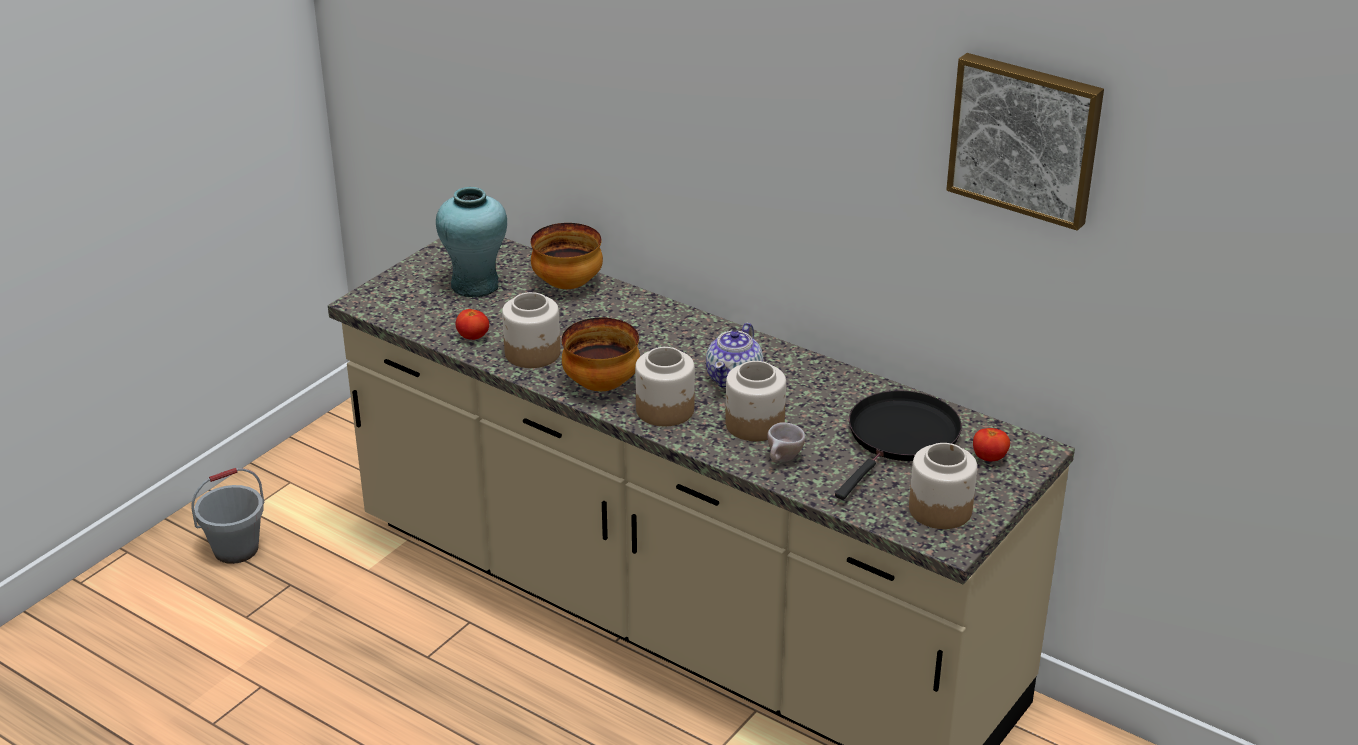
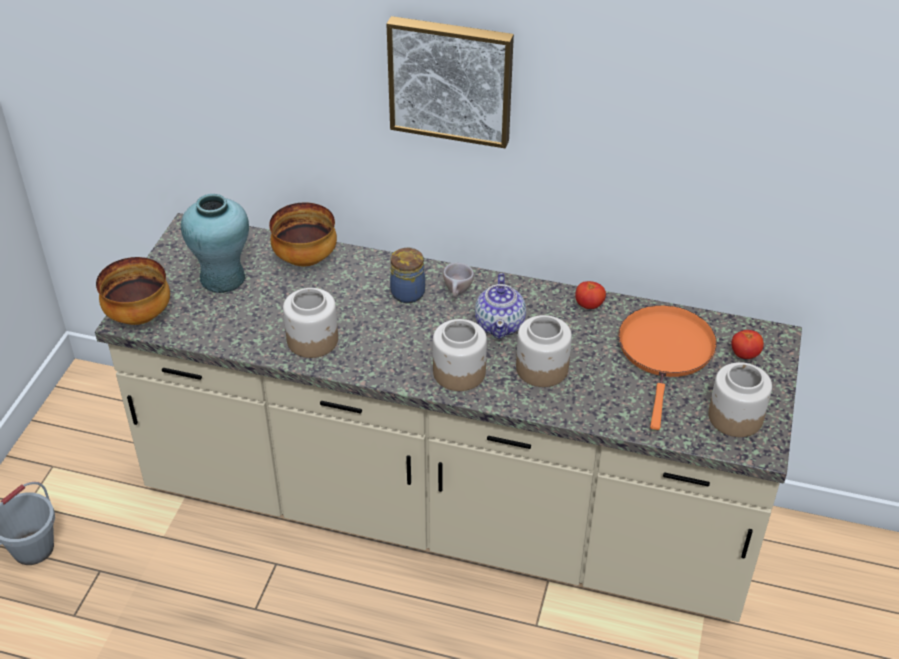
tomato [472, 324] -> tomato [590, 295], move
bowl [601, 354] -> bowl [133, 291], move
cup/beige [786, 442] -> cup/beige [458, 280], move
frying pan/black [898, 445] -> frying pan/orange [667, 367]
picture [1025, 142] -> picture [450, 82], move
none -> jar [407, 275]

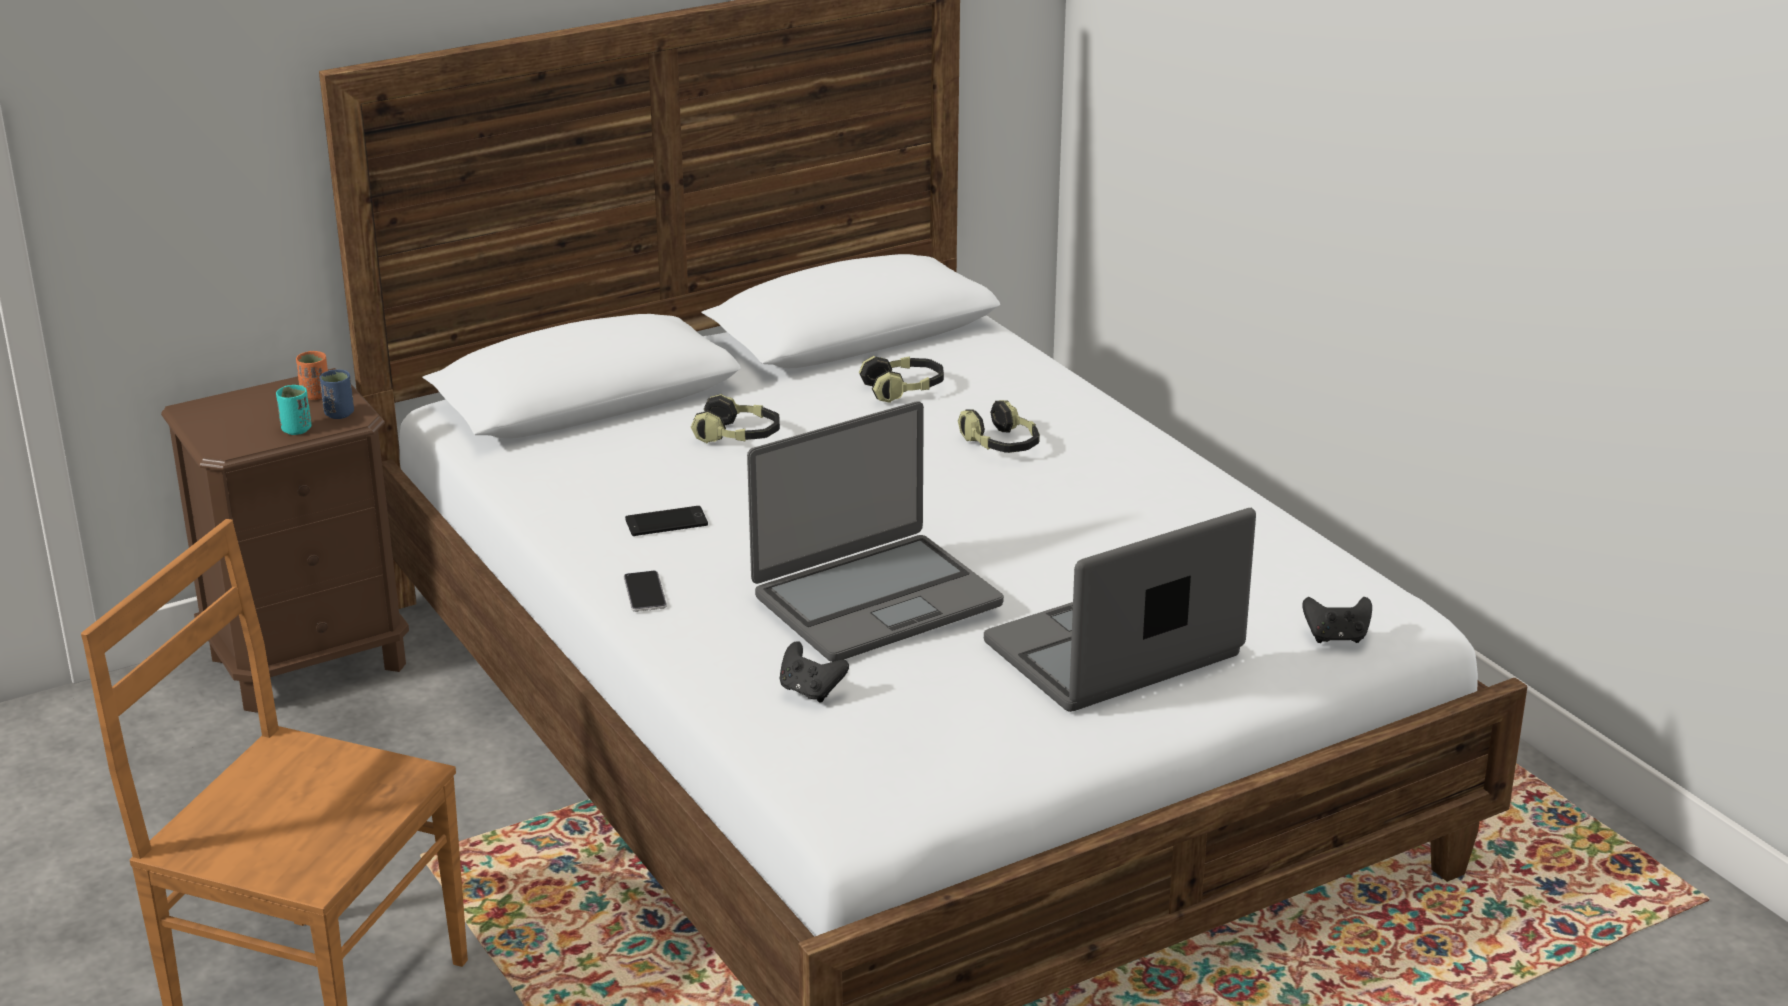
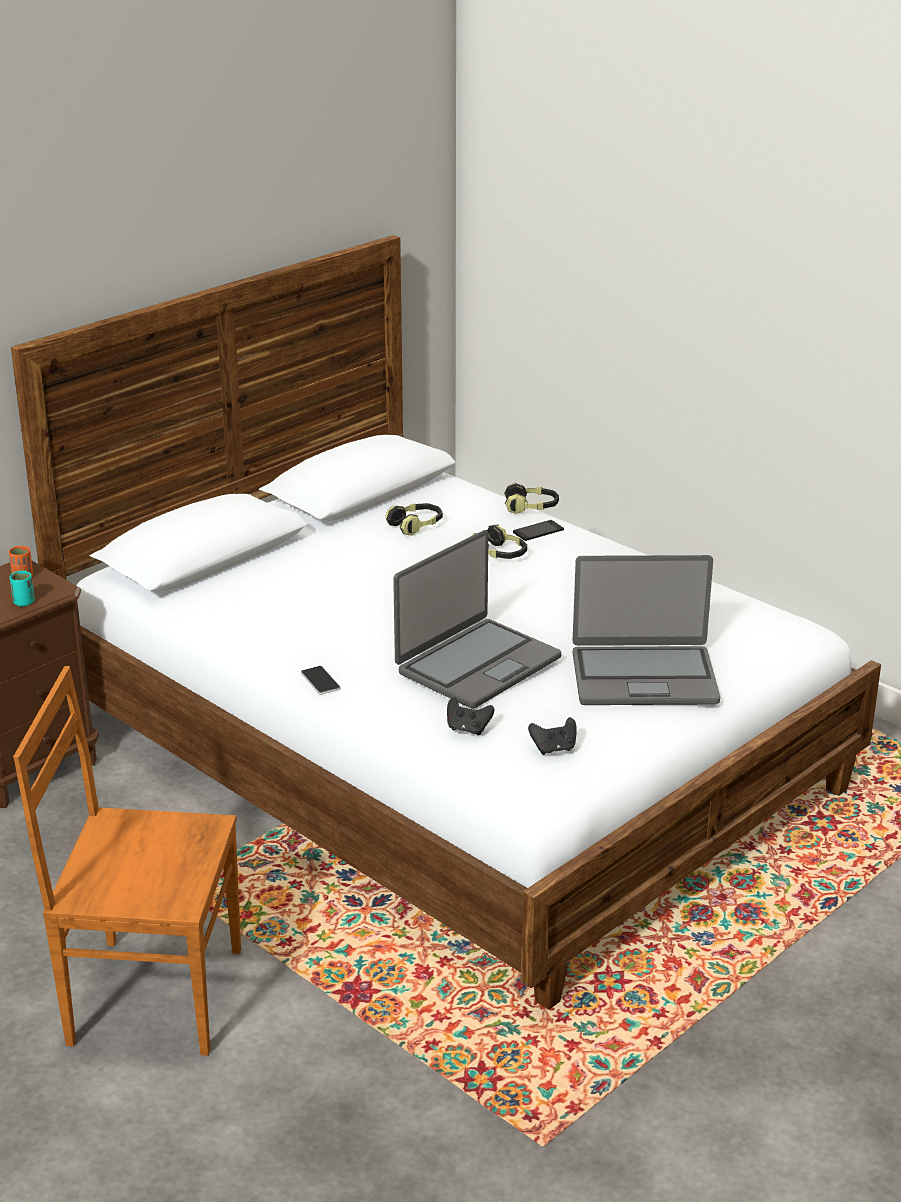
cup/blue [337, 394] -> none
phone [666, 521] -> phone [538, 530], move
headphones [735, 418] -> headphones [531, 498], move
laptop [1120, 610] -> laptop [646, 630], 135 degrees counterclockwise
game controller/black [1337, 620] -> game controller/black [552, 736], move

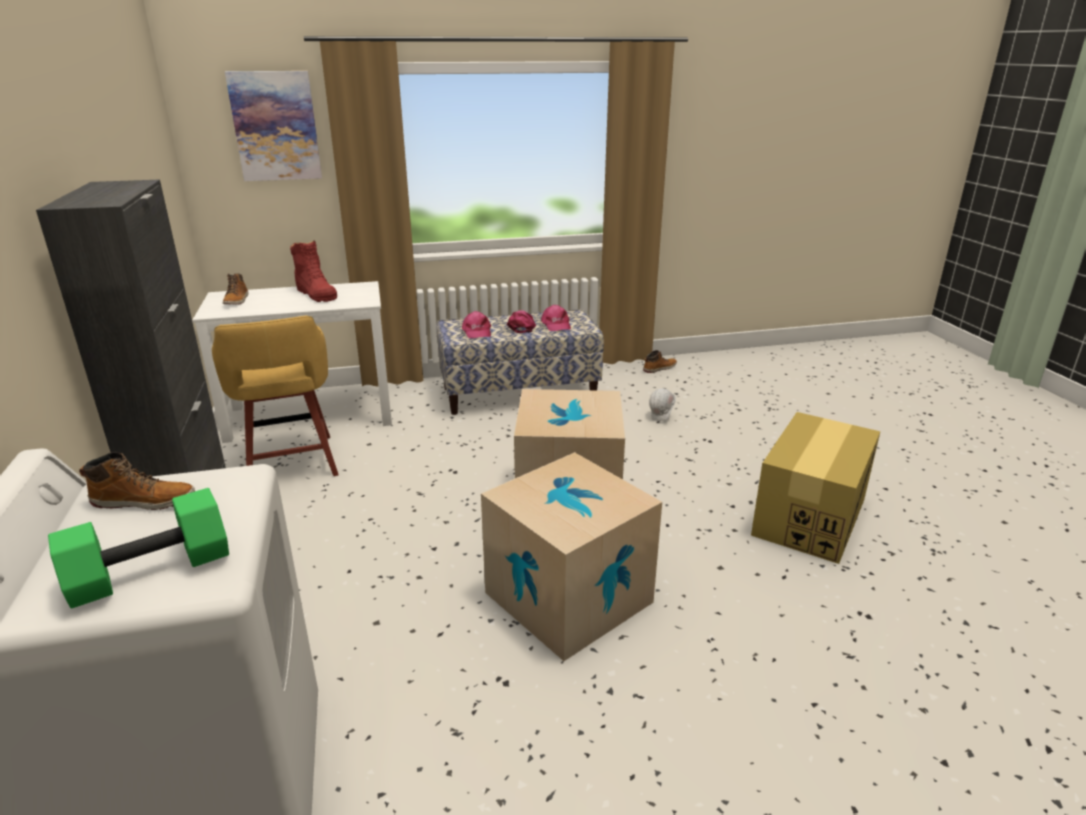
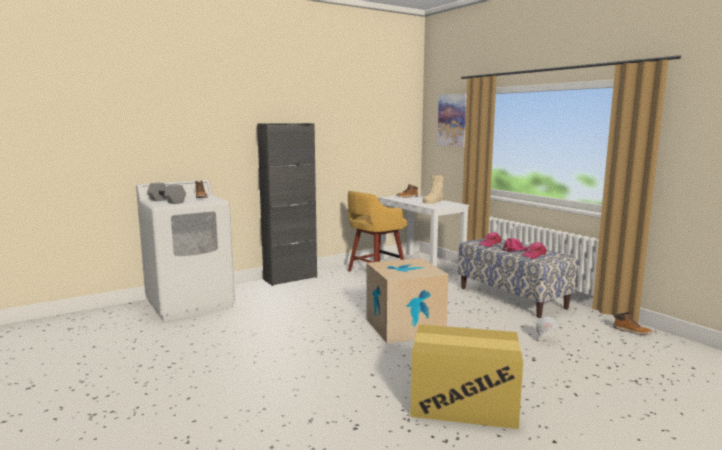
dumbbell/green [138, 548] -> dumbbell/grey [166, 193]
boot/red [313, 271] -> boot/beige [433, 189]
cardboard box [571, 556] -> none

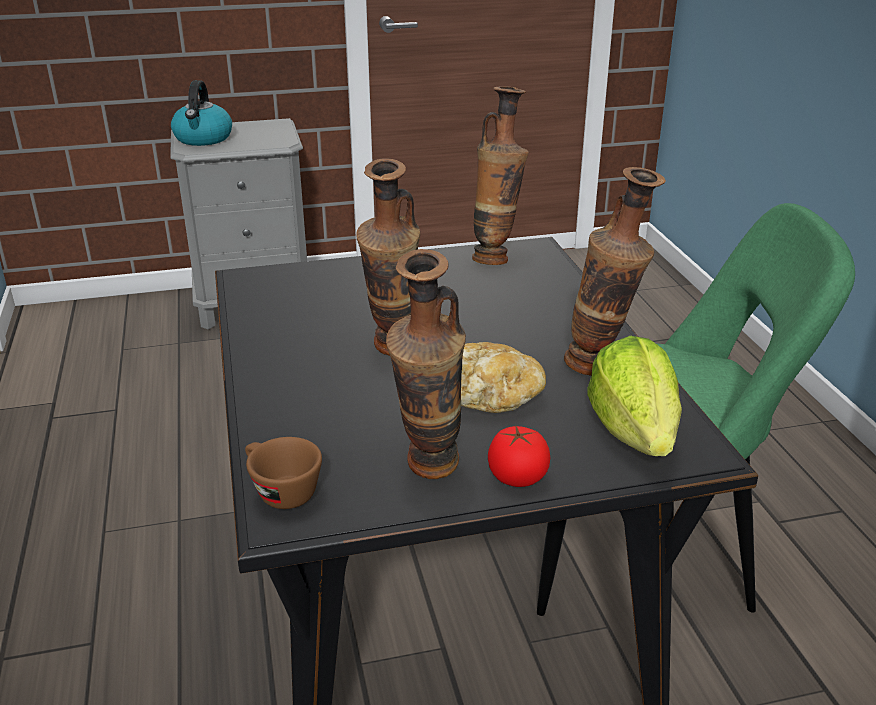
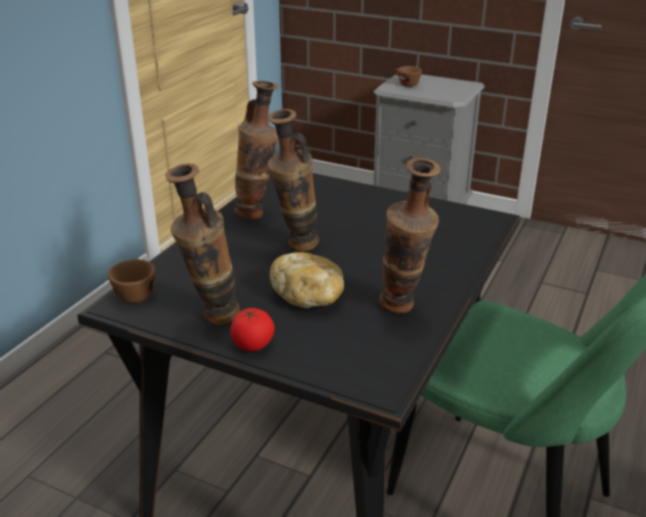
kettle [201, 113] -> cup/brown [408, 76]
vase [500, 175] -> vase [256, 150], move
lettuce [635, 396] -> none

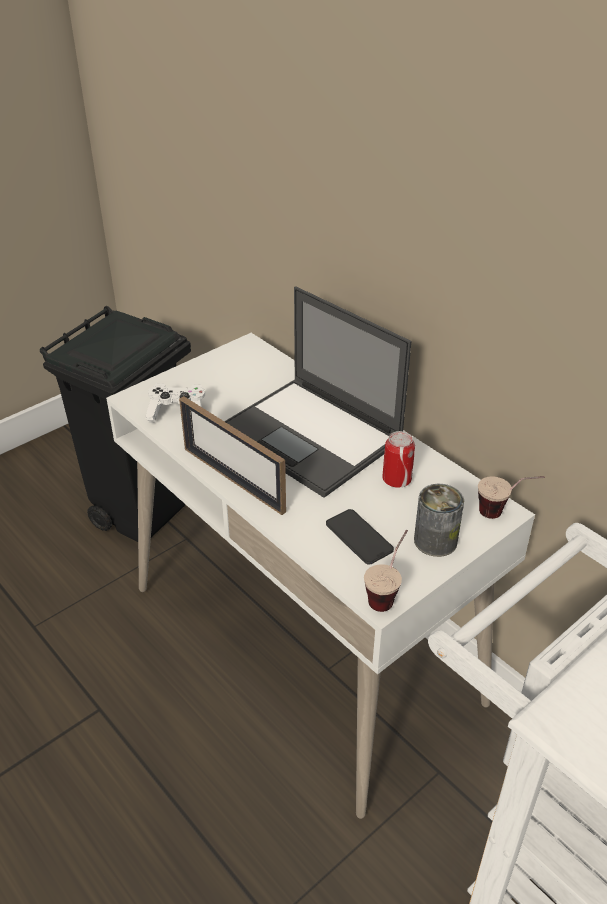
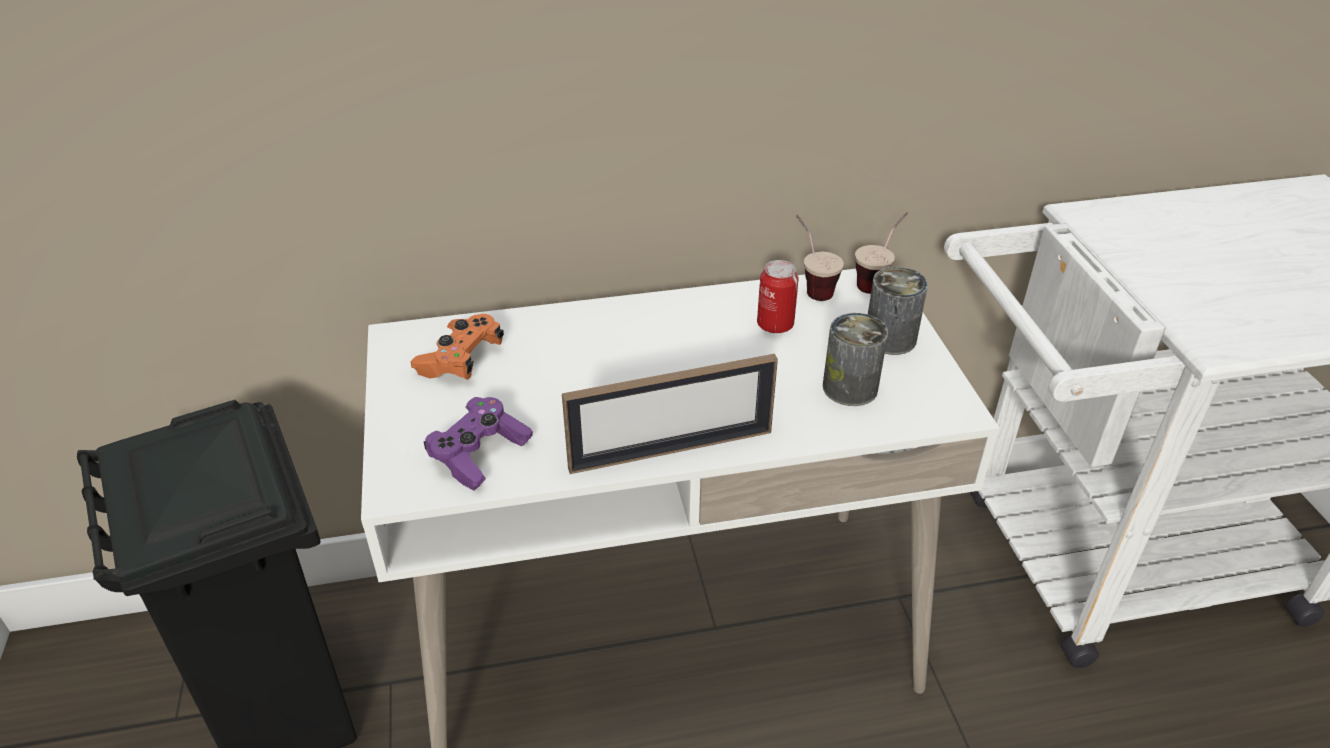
game controller/white [175, 403] -> game controller/purple [478, 443]
laptop [318, 392] -> none
phone [360, 537] -> can [855, 359]
cup [386, 570] -> cup [820, 258], move
none -> game controller/orange [457, 347]

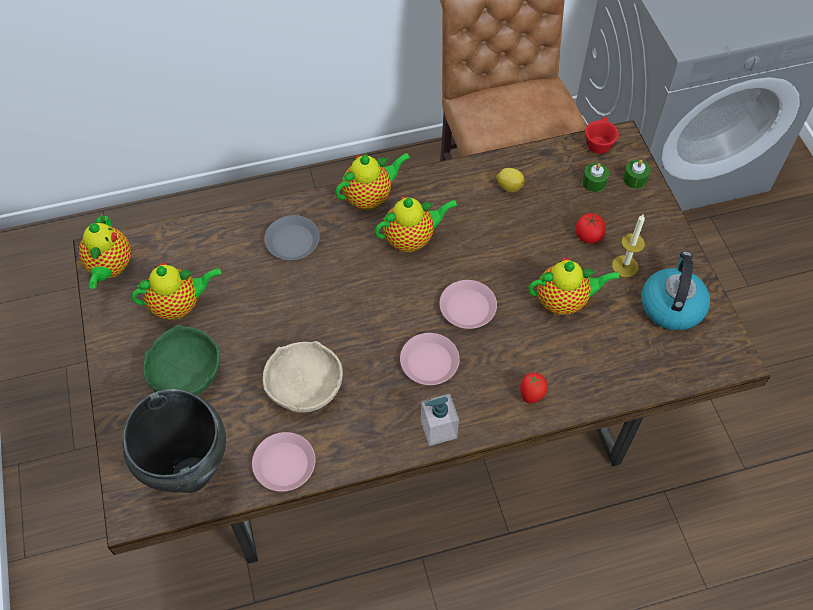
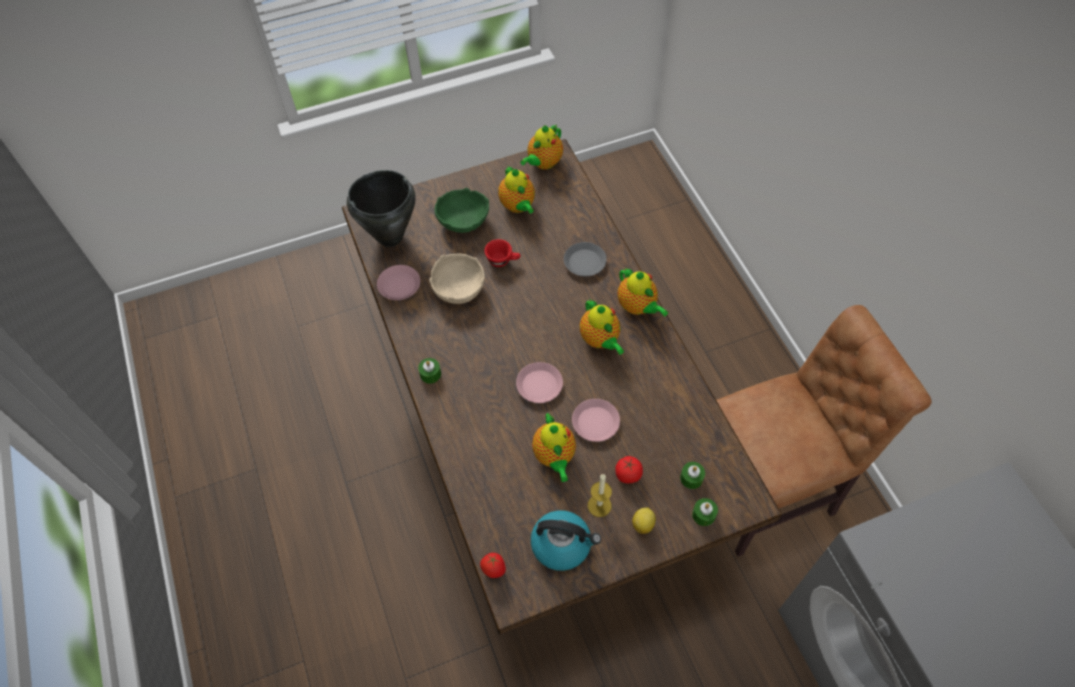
teapot [105, 251] -> teapot [541, 147], 45 degrees counterclockwise
plate/pink [430, 359] -> plate/pink [596, 420], move
soap dispenser [440, 420] -> candle/green [429, 371]
lemon [510, 180] -> lemon [644, 520], move
tomato [534, 388] -> tomato [493, 565], move
cup/red [602, 135] -> cup/red [502, 253], move

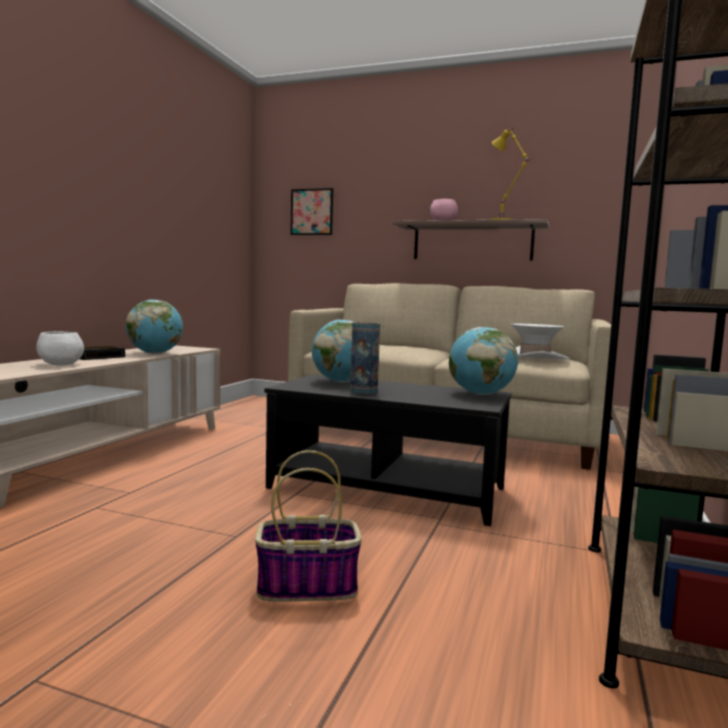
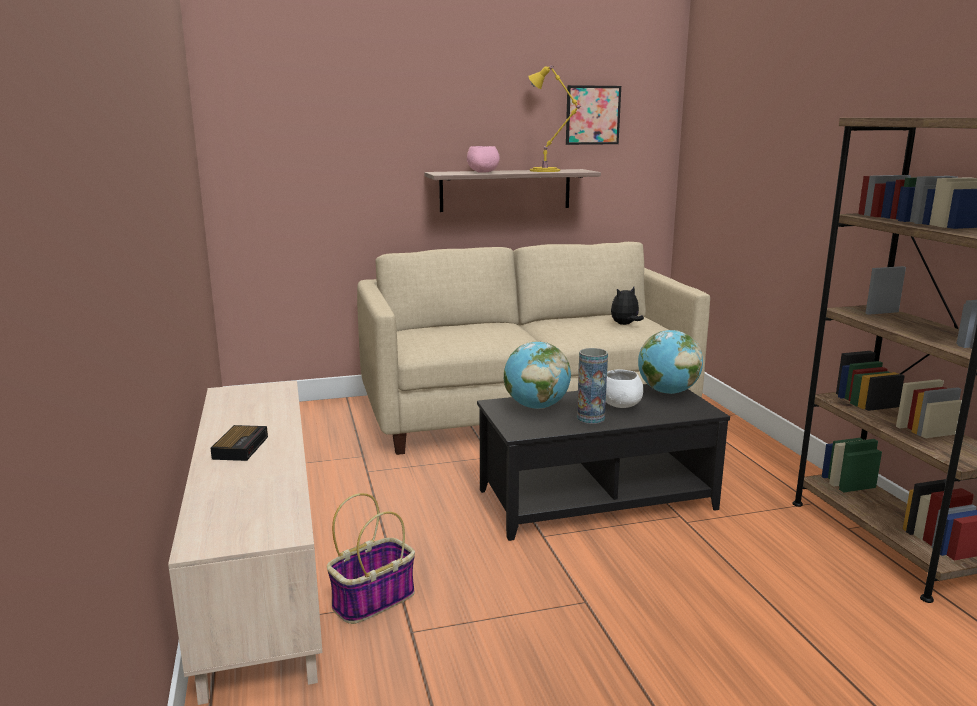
bowl/white [60, 348] -> bowl/white [625, 388], move
globe [154, 326] -> none
basket [308, 526] -> basket [371, 558], move
picture [311, 211] -> picture [593, 115], move
hat/white [540, 342] -> plush toy [627, 306]

